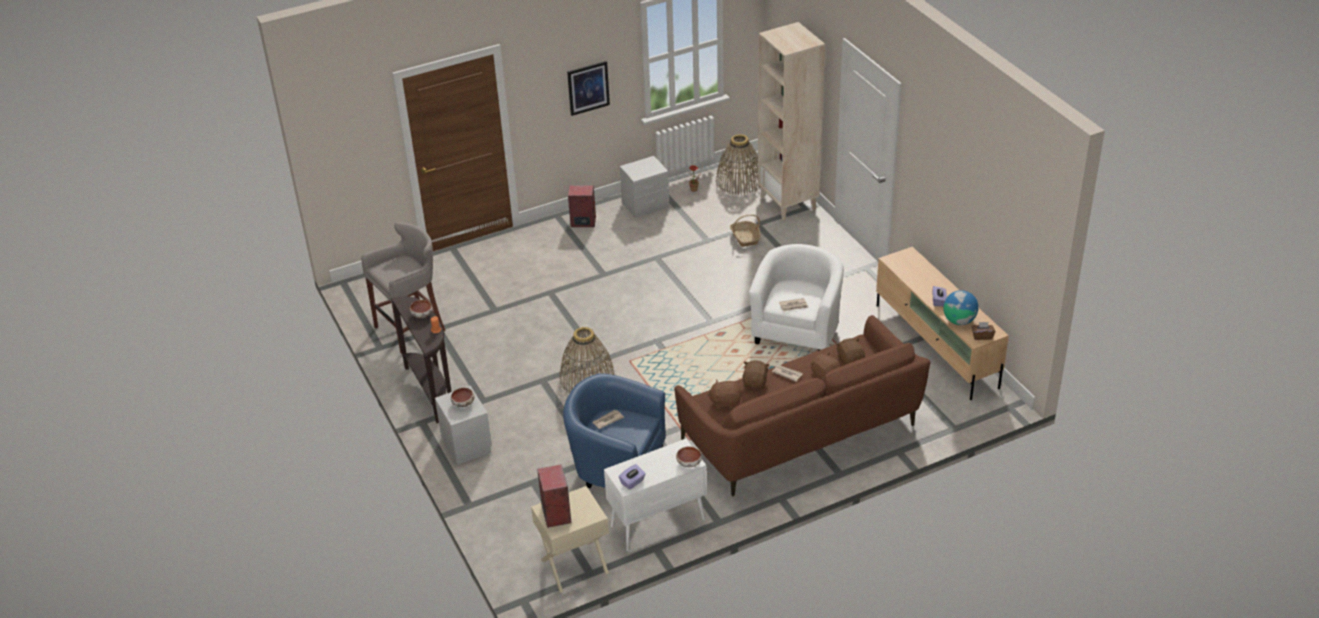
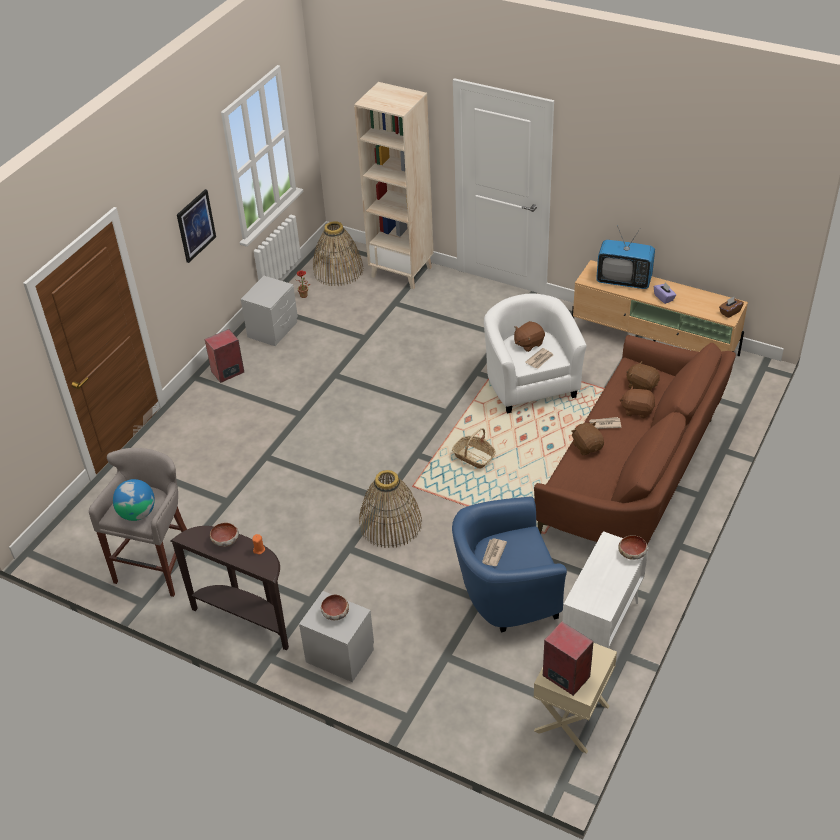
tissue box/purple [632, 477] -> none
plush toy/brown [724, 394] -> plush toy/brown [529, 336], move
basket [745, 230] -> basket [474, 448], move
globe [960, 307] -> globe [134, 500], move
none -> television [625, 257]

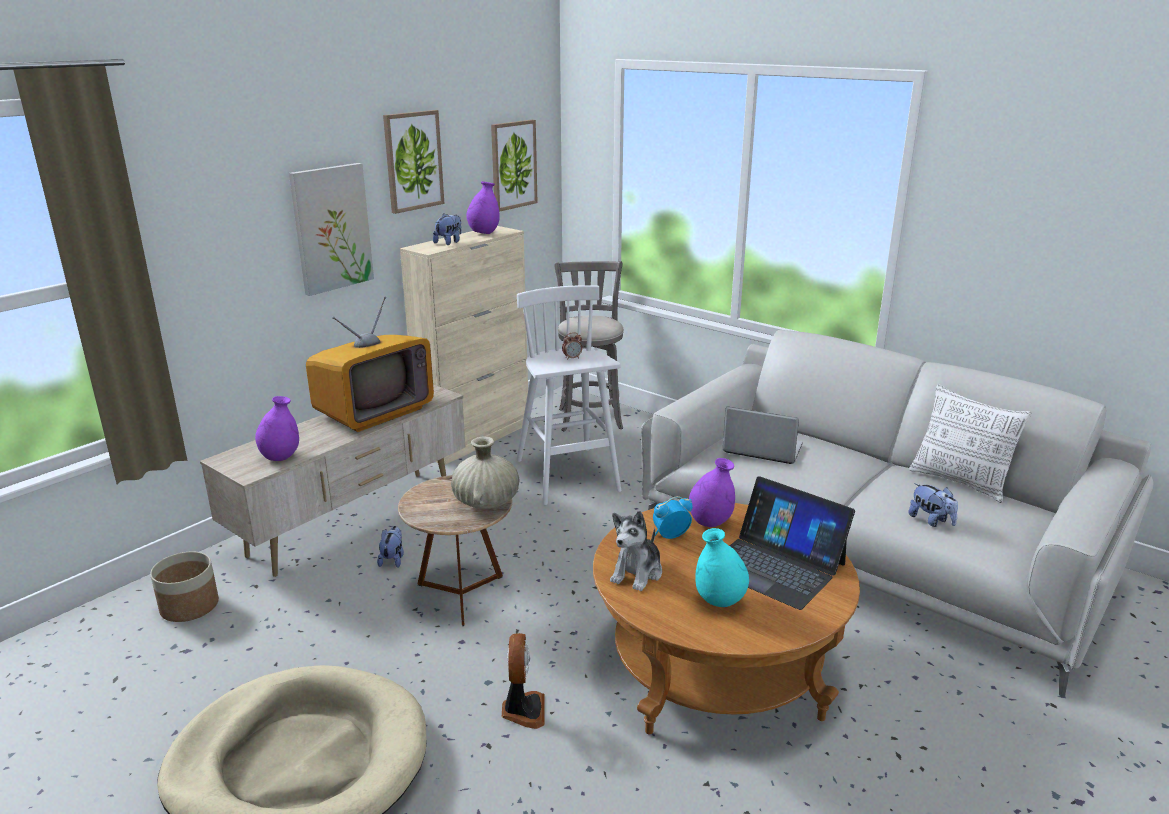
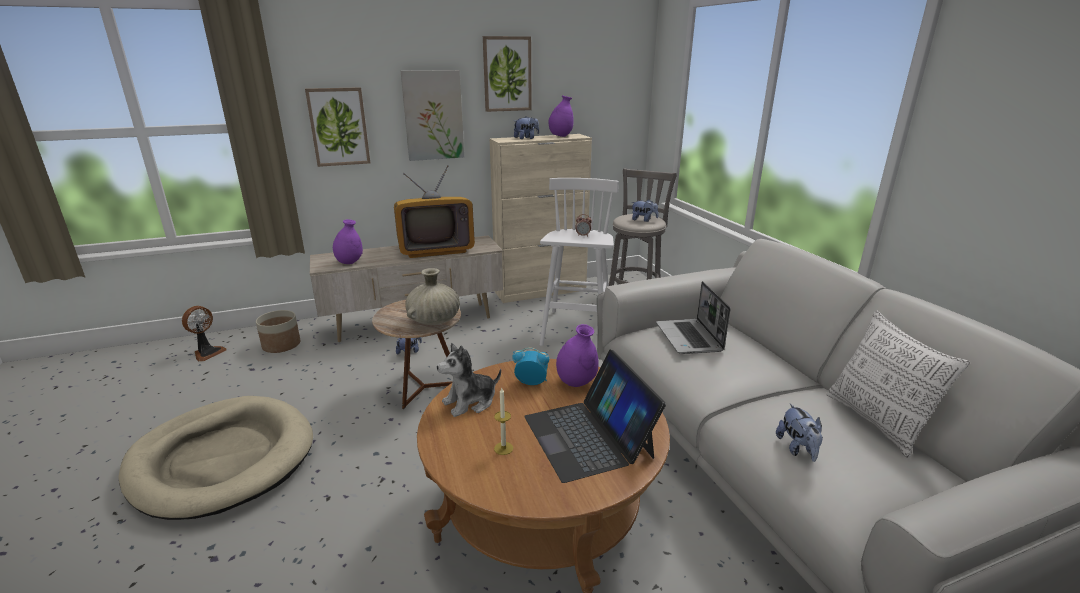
picture [514, 166] -> picture [337, 127], move
fan [523, 681] -> fan [204, 334], move
vase/turquoise [722, 567] -> candle [503, 421]
laptop [763, 435] -> laptop [693, 317], 150 degrees counterclockwise
none -> plush toy [645, 210]

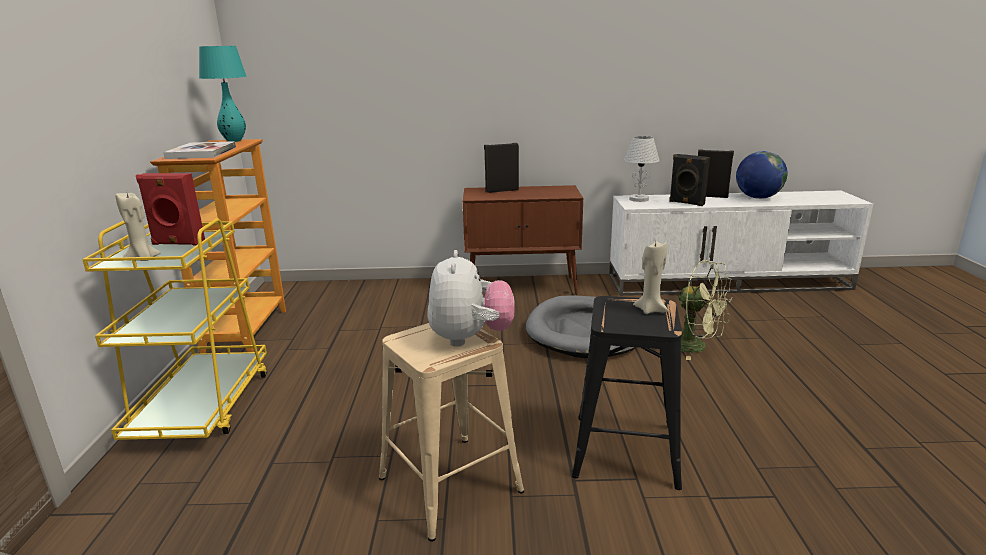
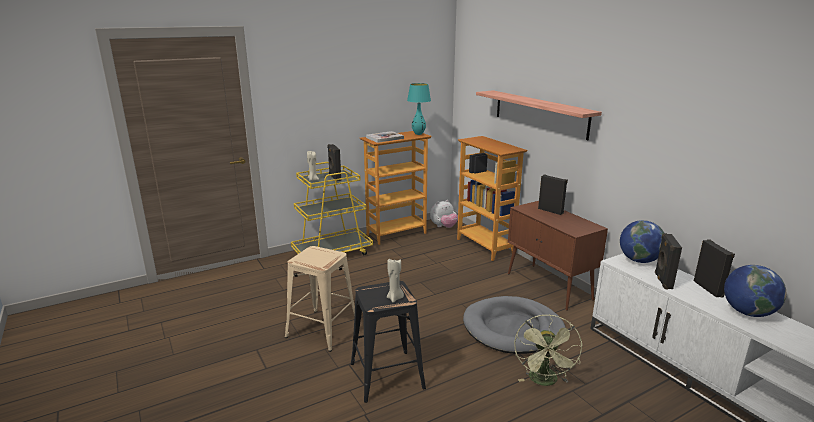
speaker/red [170, 209] -> speaker/black [334, 162]
plush toy [471, 298] -> plush toy [444, 214], move
table lamp/white [642, 169] -> globe [642, 241]
none -> bookcase [492, 198]
none -> shelf [539, 115]

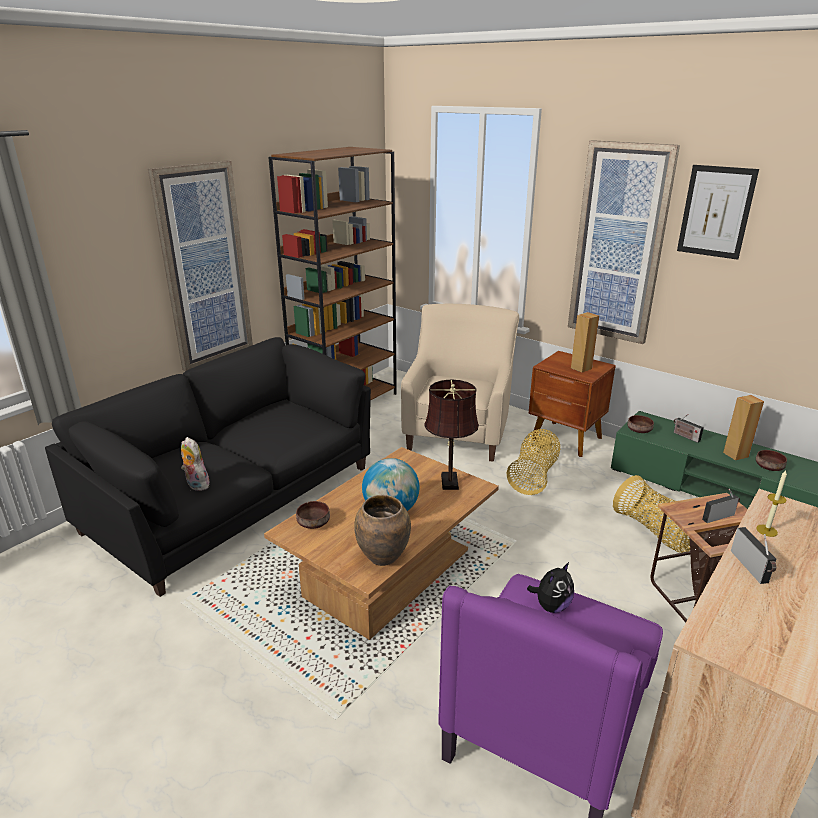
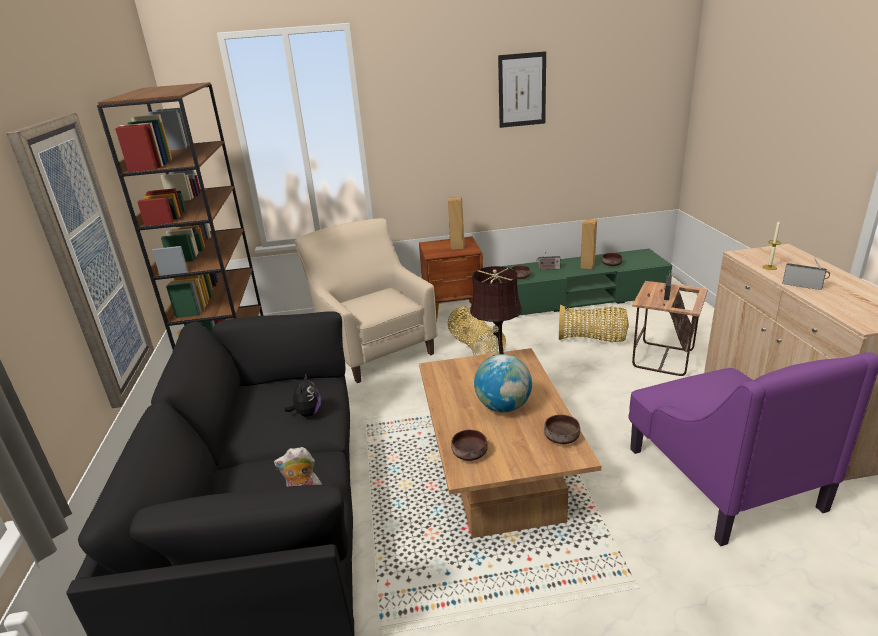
vase/brown [382, 530] -> bowl/brown [562, 429]
plush toy [550, 587] -> plush toy [302, 394], move
picture [624, 242] -> none

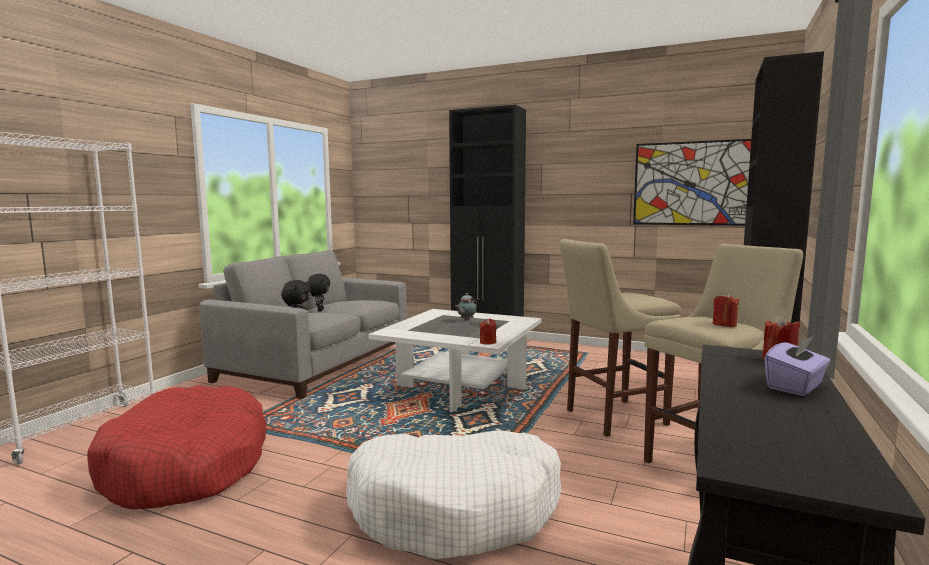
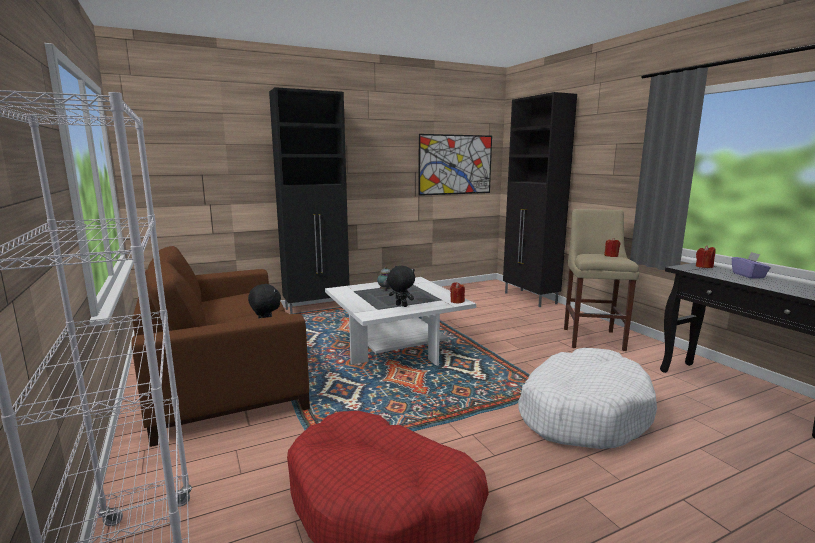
sofa/grey [303, 324] -> sofa/brown [220, 346]
plush toy/black [319, 292] -> plush toy/black [401, 286], move
stool/beige [620, 338] -> none

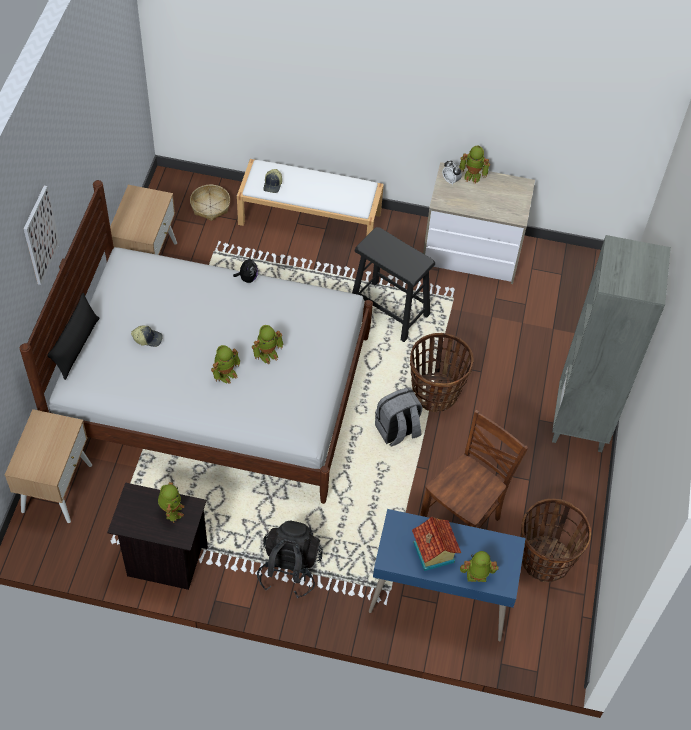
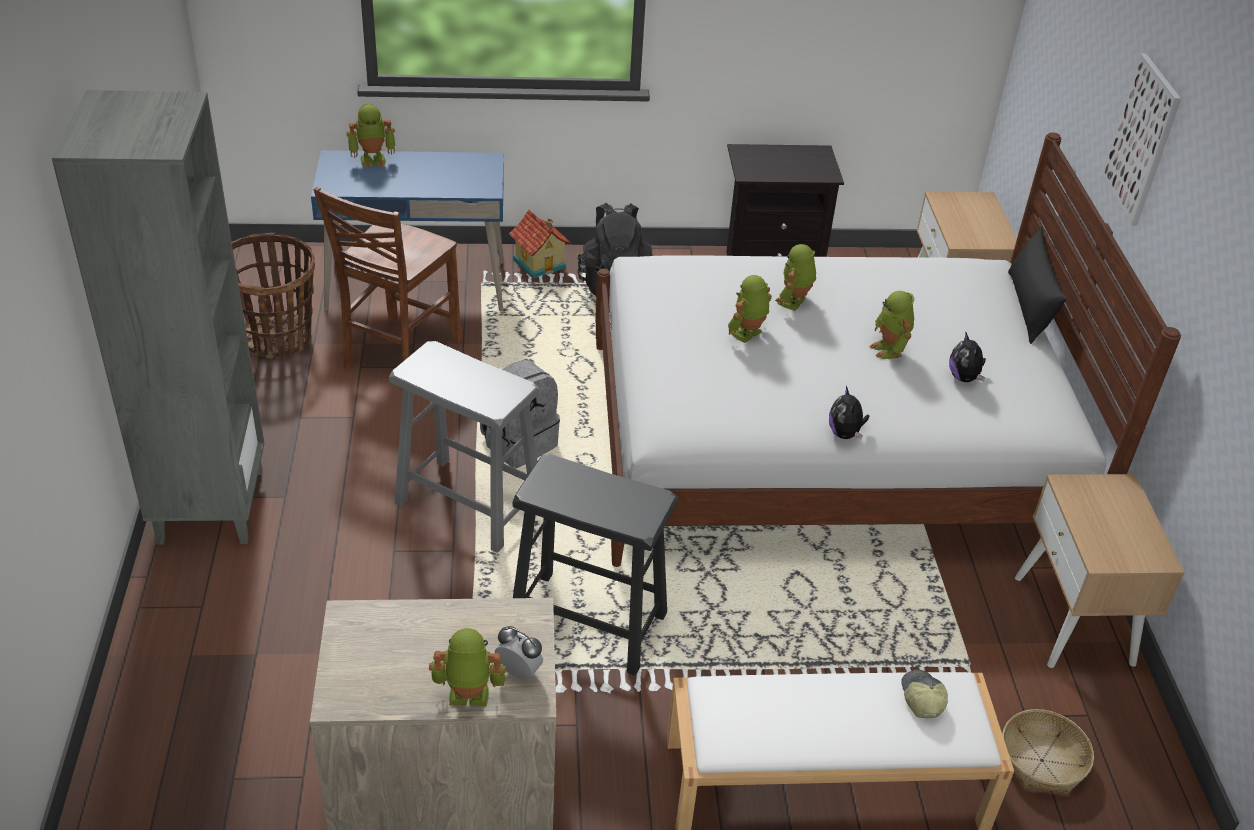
cap [147, 336] -> none
toy robot [171, 502] -> toy robot [891, 325], move
basket [441, 372] -> stool/grey [464, 447]
toy house [436, 544] -> toy house [540, 244], move
none -> plush toy [967, 357]

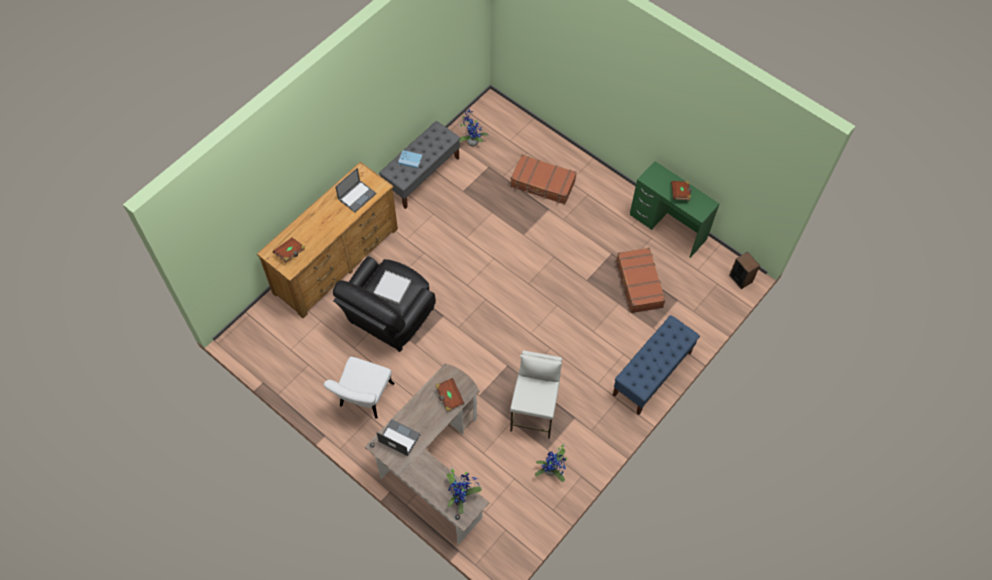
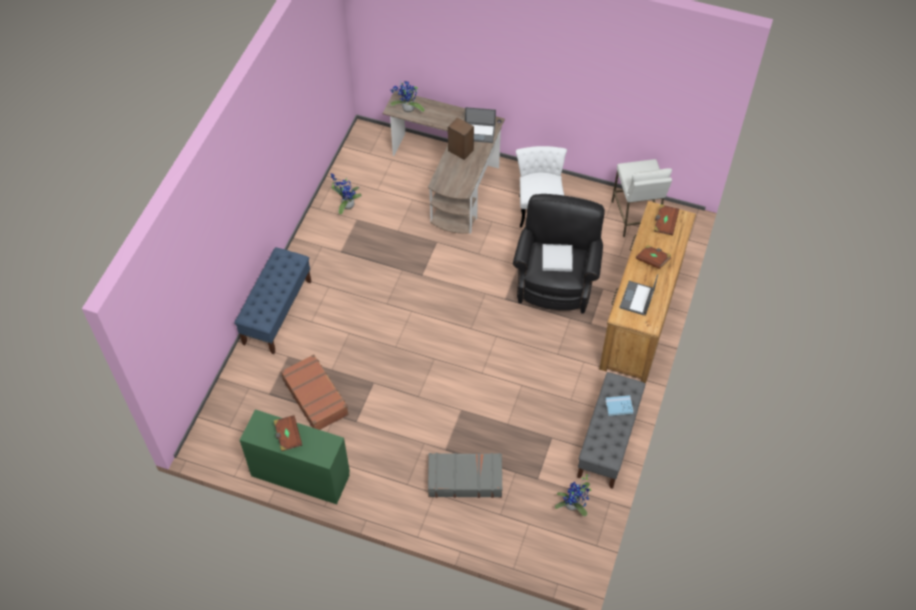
book/brown [450, 395] -> book/brown [653, 257], move
suitcase/brown [543, 179] -> suitcase/grey [465, 475]
stool/white [536, 394] -> stool/white [641, 198], move
speaker [744, 270] -> speaker [461, 138], move

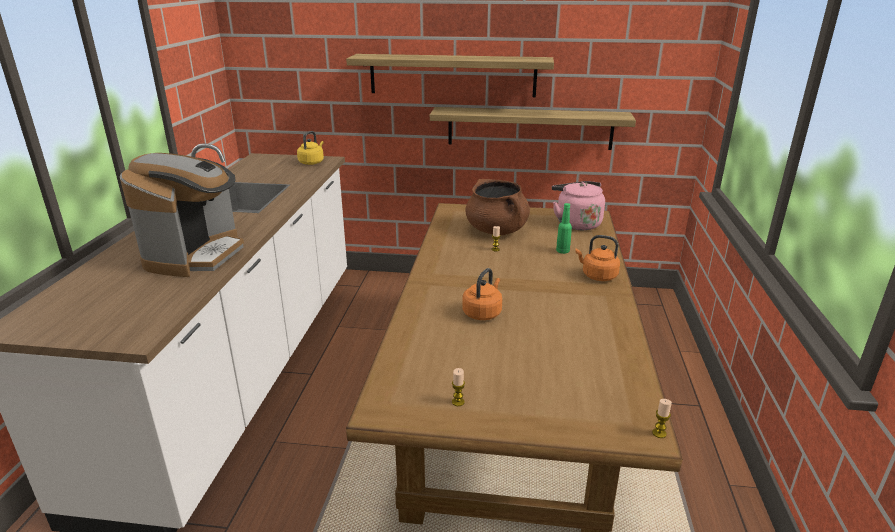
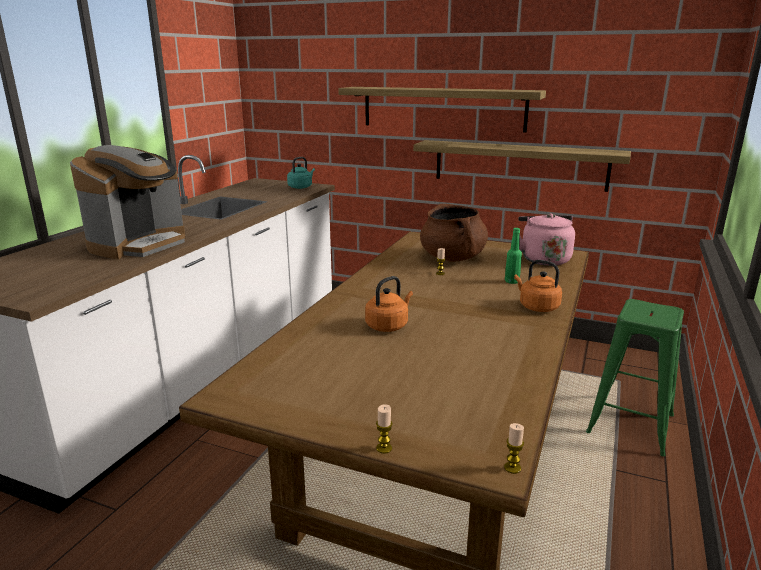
kettle/yellow [310, 148] -> kettle/turquoise [301, 173]
candle [458, 387] -> candle [384, 429], move
none -> stool/green [635, 378]

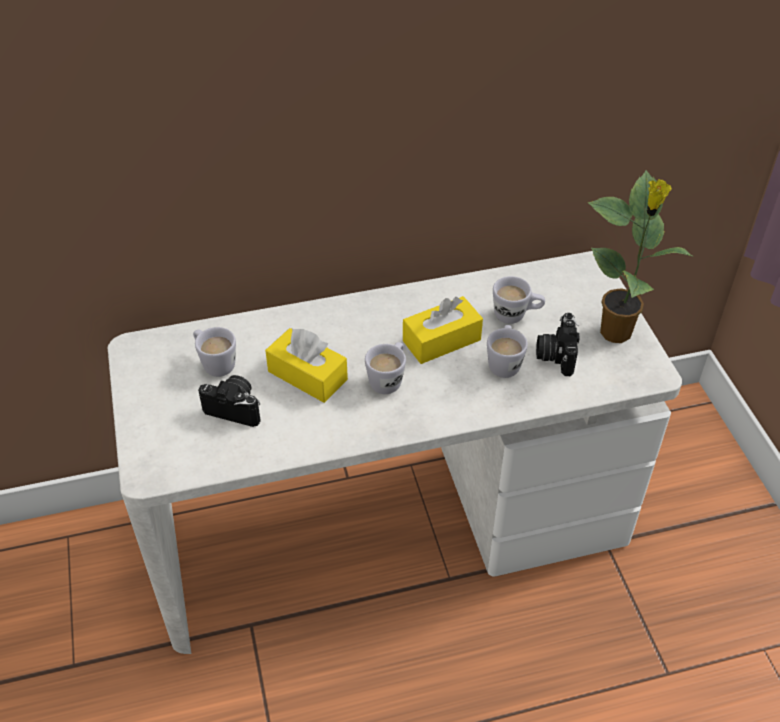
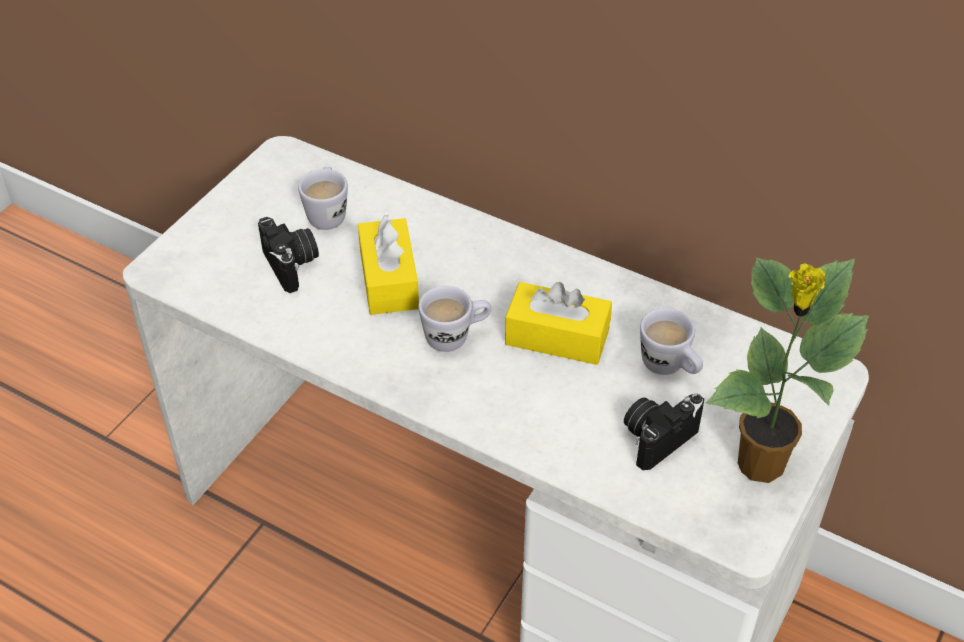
mug/white [507, 351] -> none

